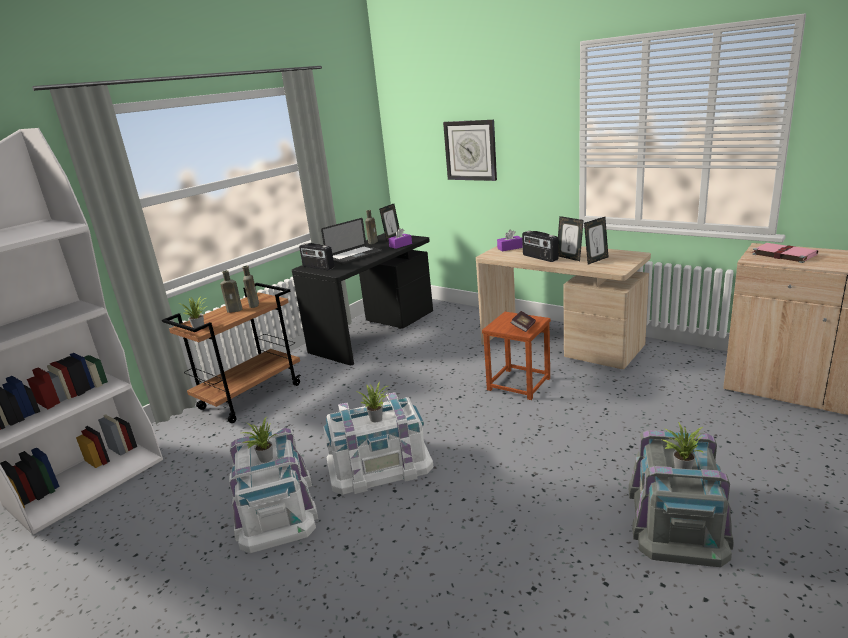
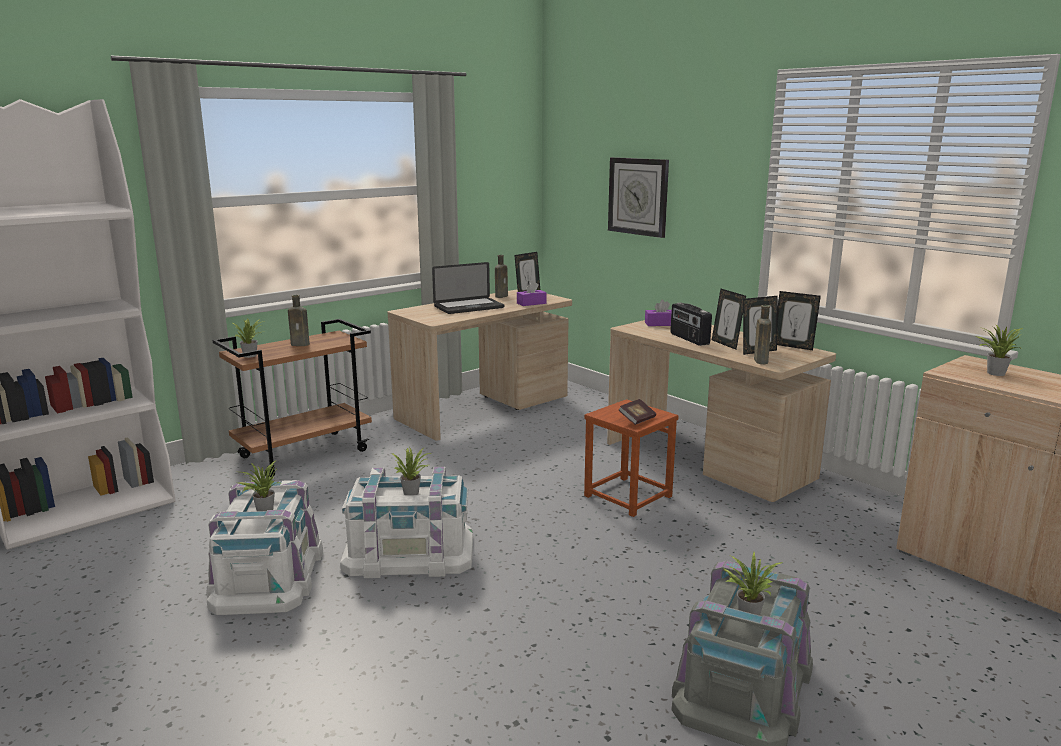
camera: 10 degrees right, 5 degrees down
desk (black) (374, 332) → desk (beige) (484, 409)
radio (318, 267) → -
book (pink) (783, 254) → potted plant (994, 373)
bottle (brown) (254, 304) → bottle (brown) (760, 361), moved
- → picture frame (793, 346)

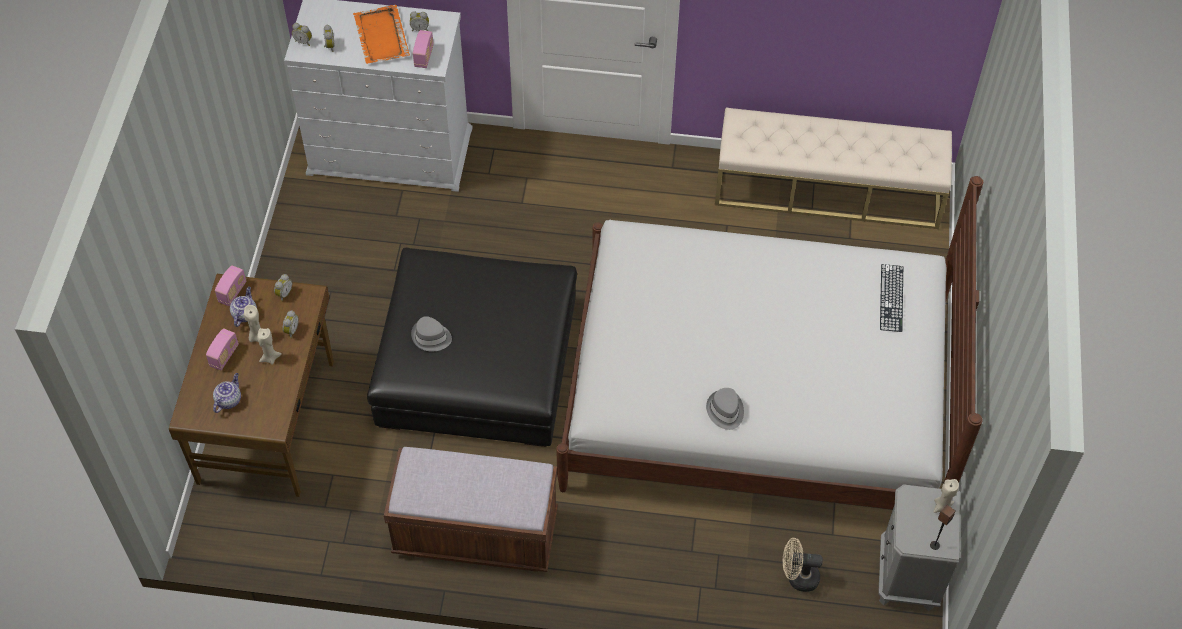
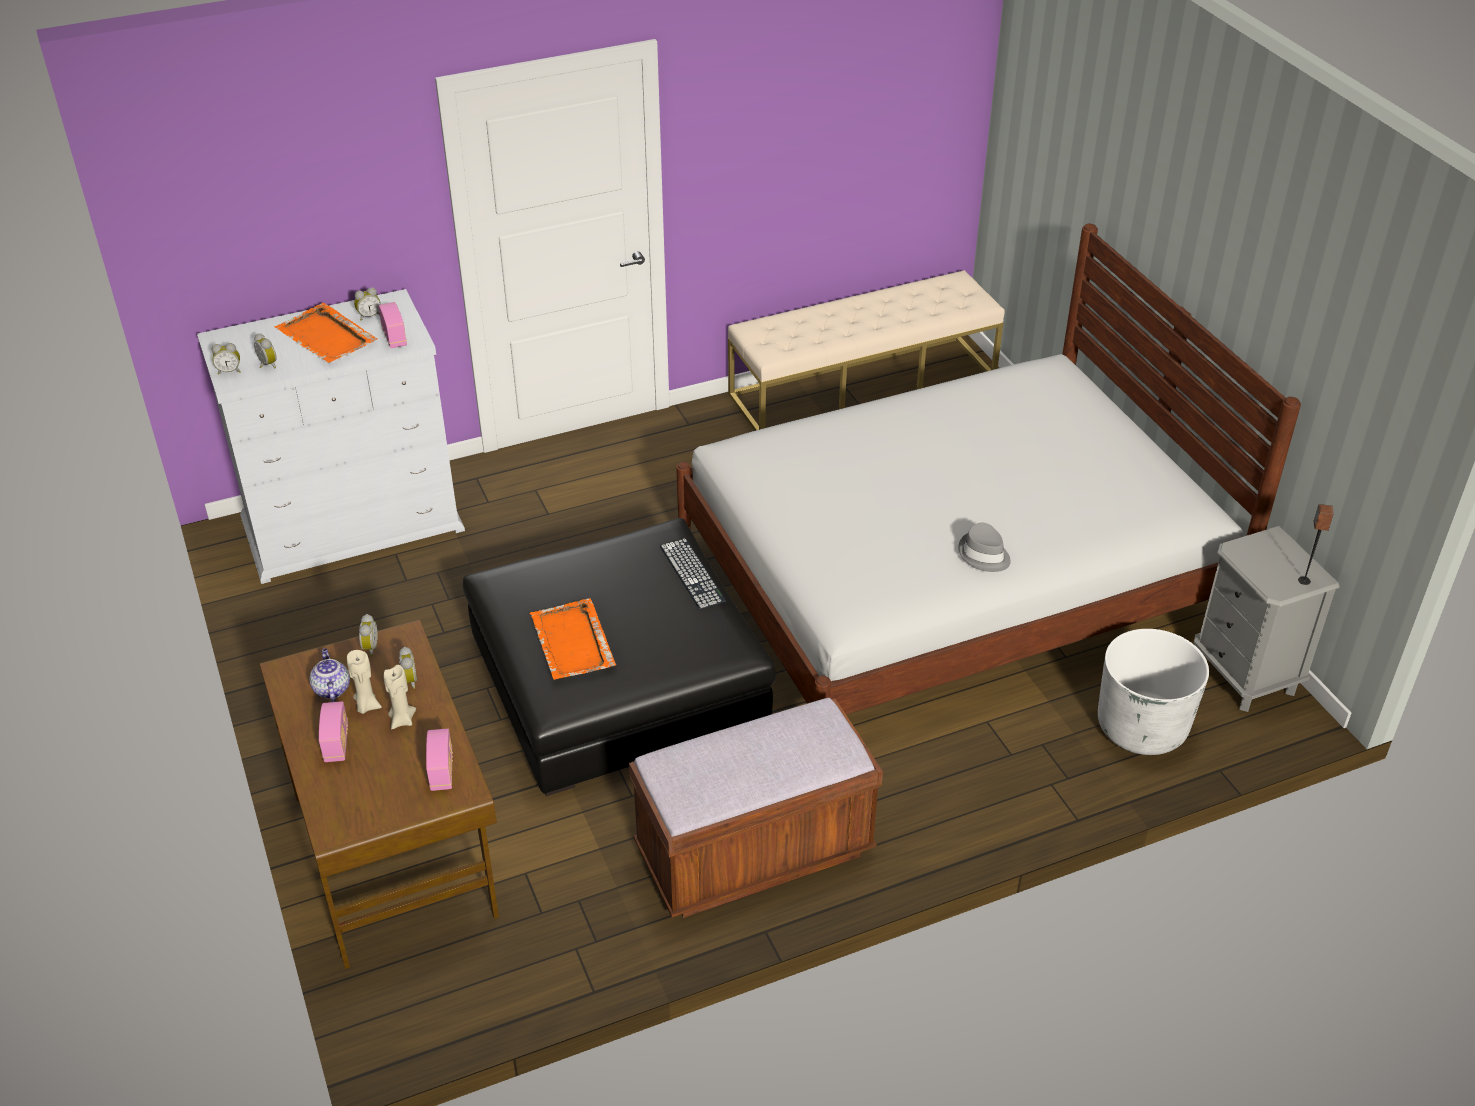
camera: 30 degrees left, 15 degrees down
keyboard (891, 298) → keyboard (692, 573), moved
radio (232, 292) → radio (442, 771), moved
hat (grey) (431, 337) → tray (orange) (572, 643)
teapot (228, 400) → -
candle (beige) (942, 507) → -
fan (beige) (798, 577) → planter (white) (1141, 727)

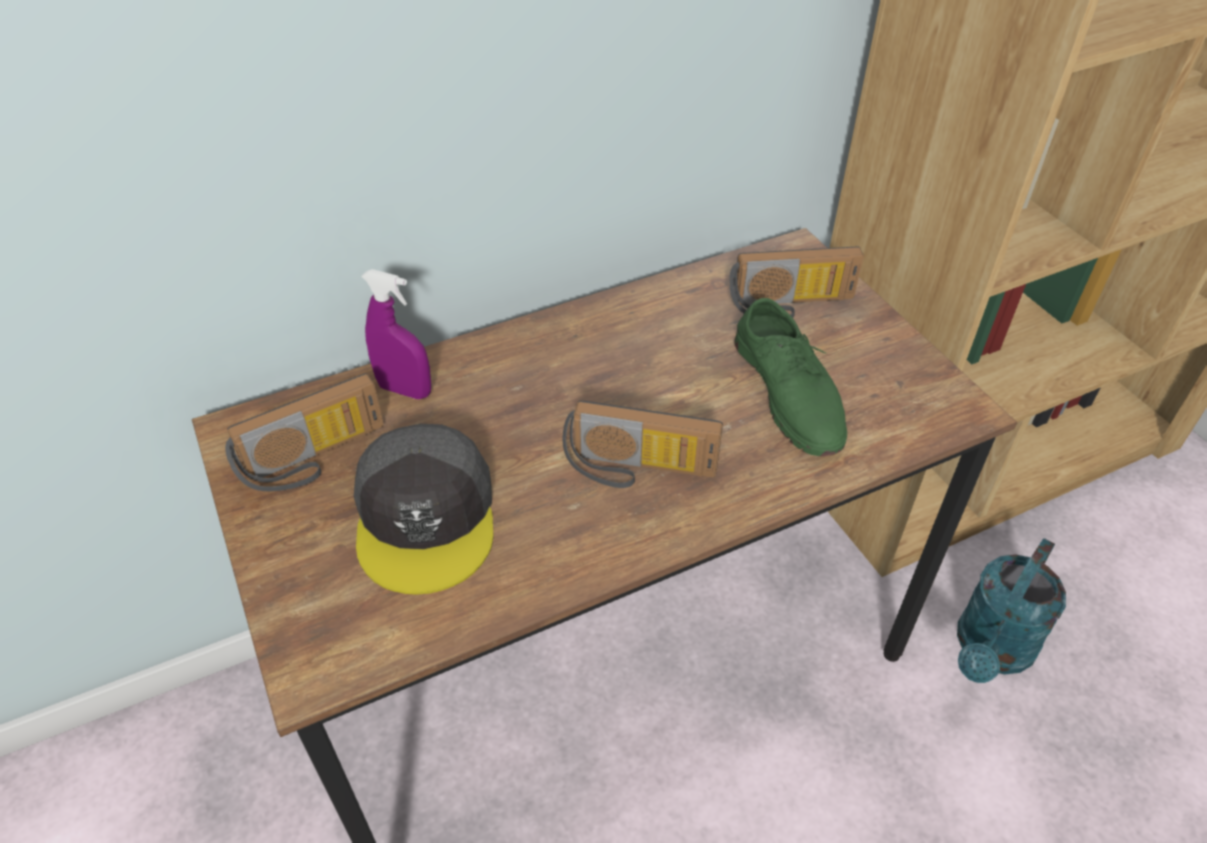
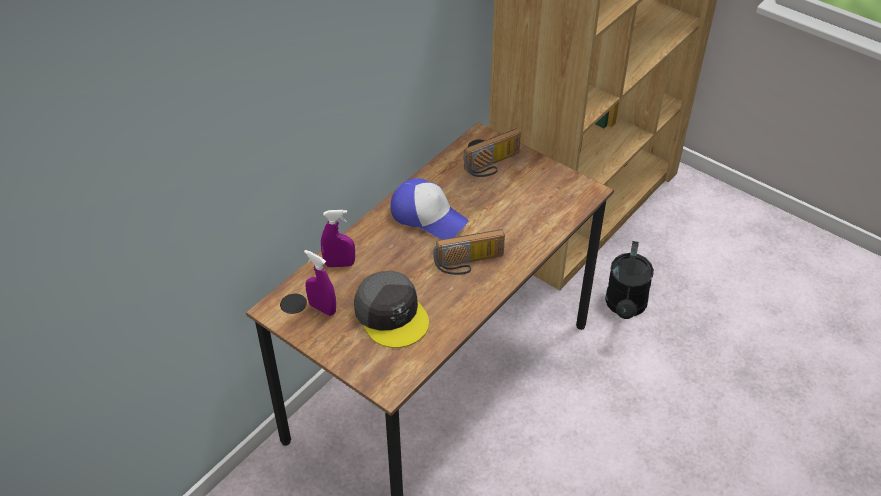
camera: 25 degrees left, 0 degrees up
shoe (green) (789, 391) → -
radio (315, 459) → spray bottle (purple) (322, 308)
watering can (turquoise) (990, 650) → watering can (black) (625, 307)
- → cap (428, 216)

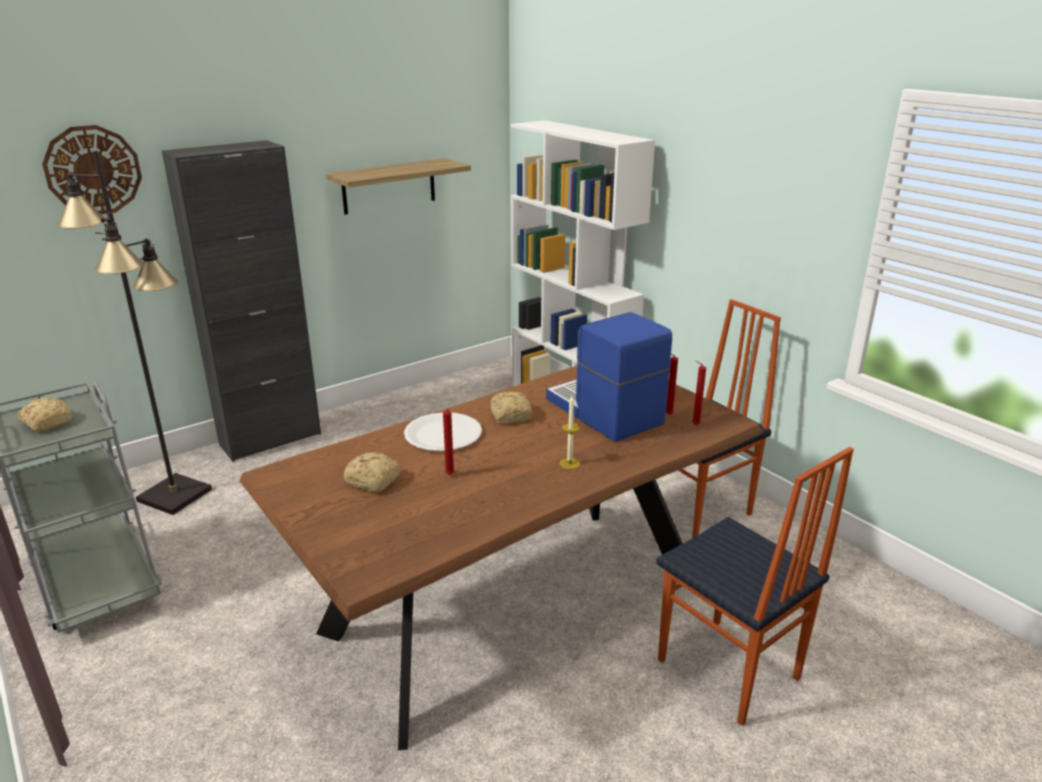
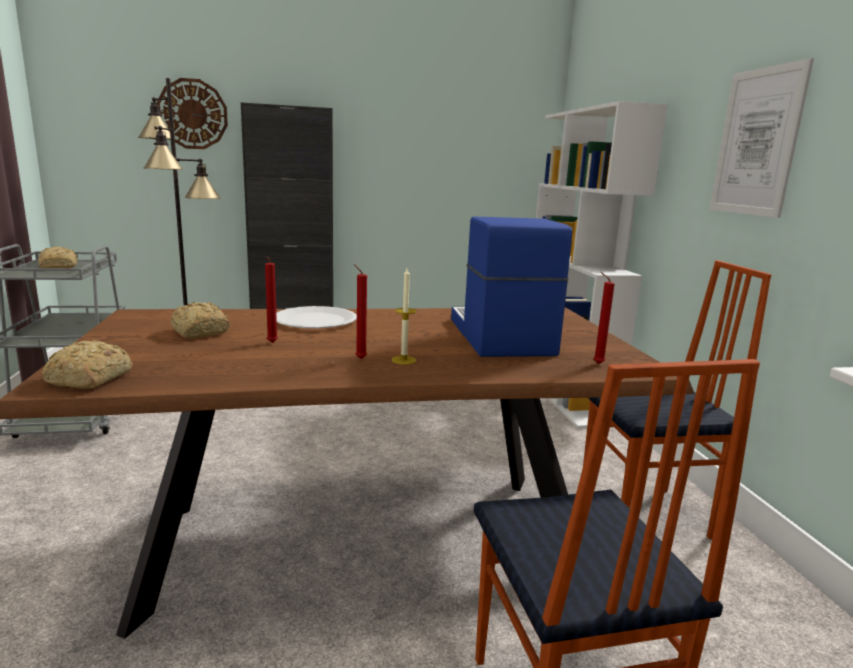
camera: 25 degrees right, 10 degrees down
shelf (389, 186) → -
candle (red) (667, 415) → candle (red) (359, 358), moved
bread (510, 416) → bread (88, 380), moved
- → picture (757, 142)

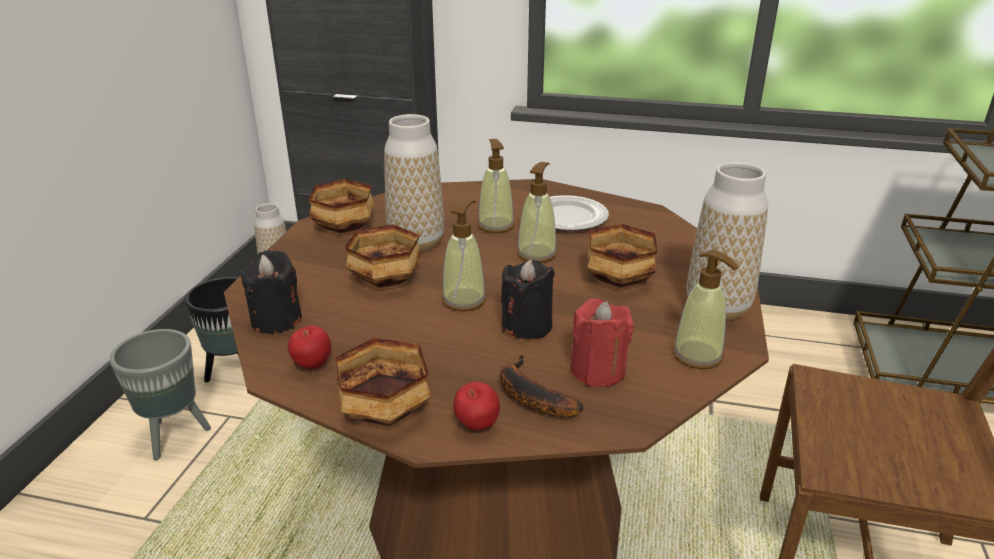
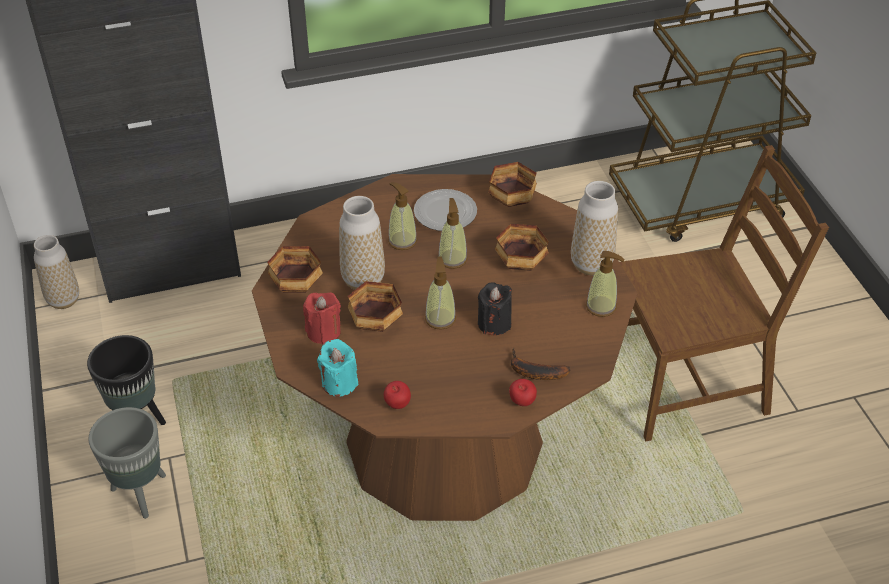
camera: 30 degrees left, 15 degrees up
candle (black) (276, 320) → candle (turquoise) (339, 383)
candle (red) (598, 370) → candle (red) (323, 332), moved
bowl (386, 411) → bowl (511, 199), moved

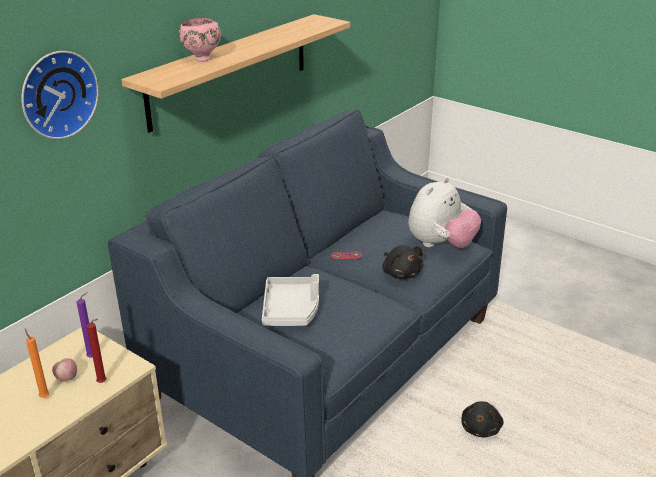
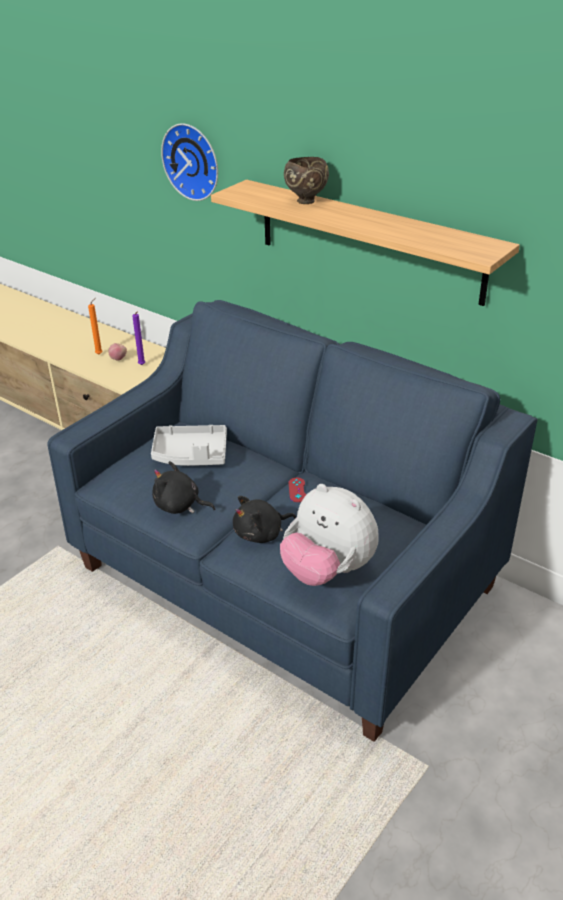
camera: 90 degrees right, 5 degrees up
bowl (pink) (201, 59) → bowl (brown) (306, 201)
candle (red) (103, 382) → -
plush toy (black) (481, 428) → plush toy (black) (179, 506), moved

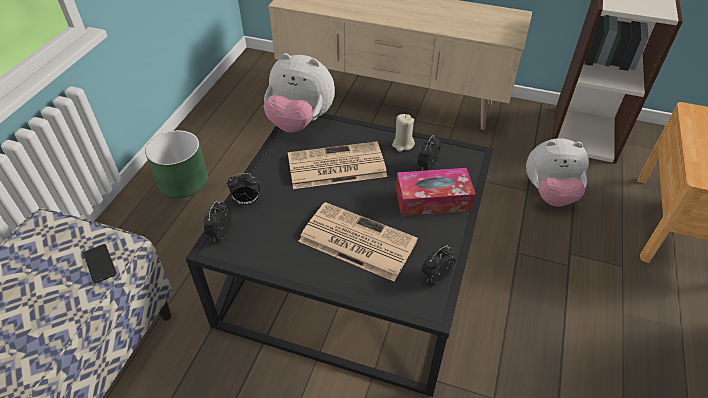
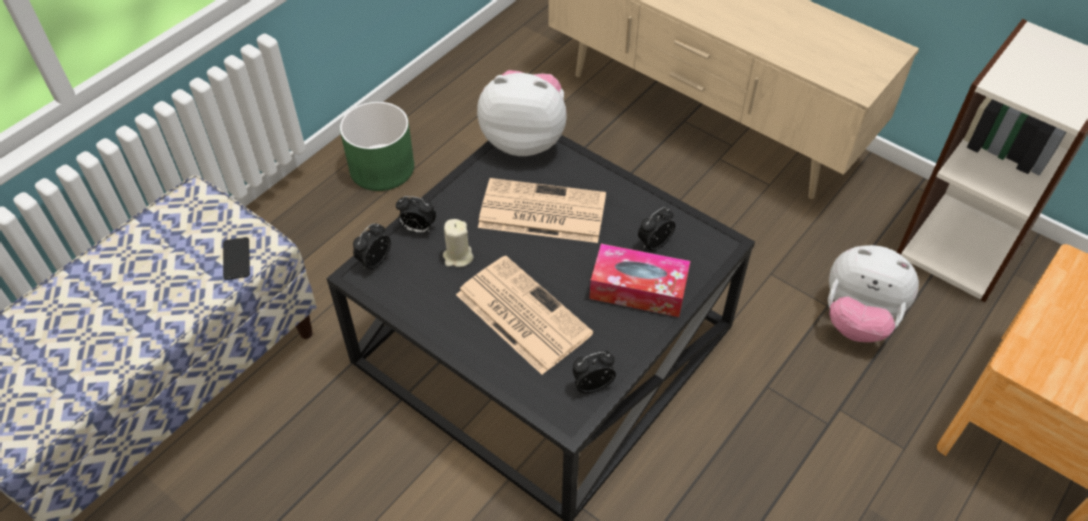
camera: 20 degrees right, 5 degrees up
plush toy (300, 122) → plush toy (524, 139), 150 degrees clockwise
candle (beige) (402, 144) → candle (beige) (458, 257), moved

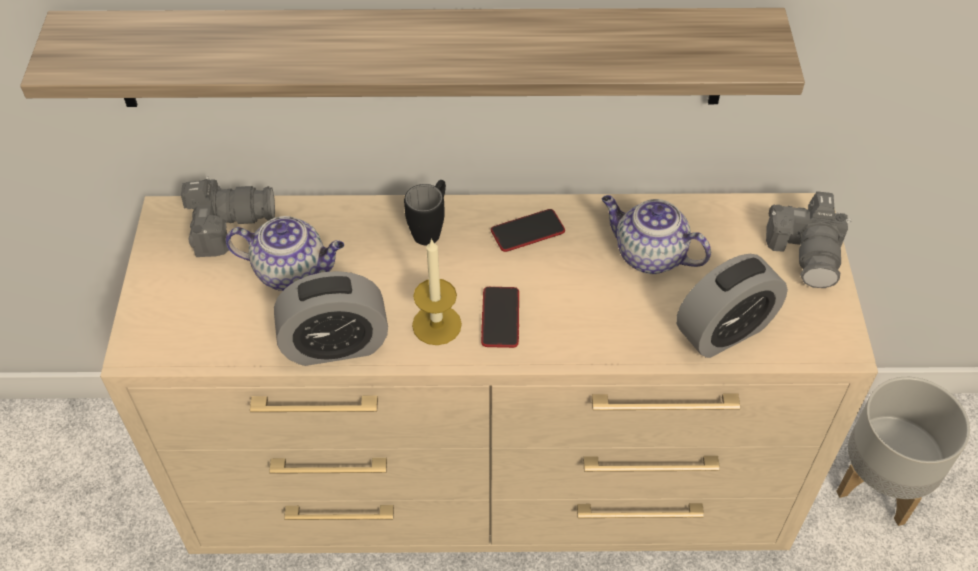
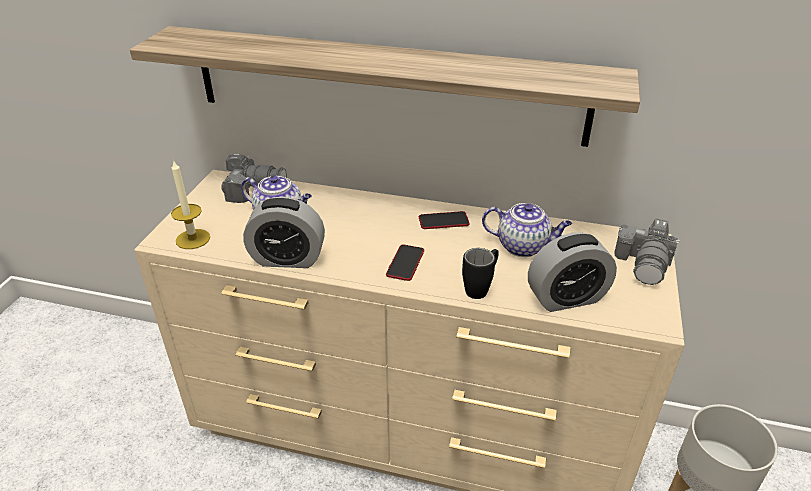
camera: 15 degrees right, 15 degrees down
mug (black) (431, 229) → mug (black) (481, 288), moved
teapot (648, 255) → teapot (523, 246), 150 degrees clockwise
candle (436, 325) → candle (193, 239), moved

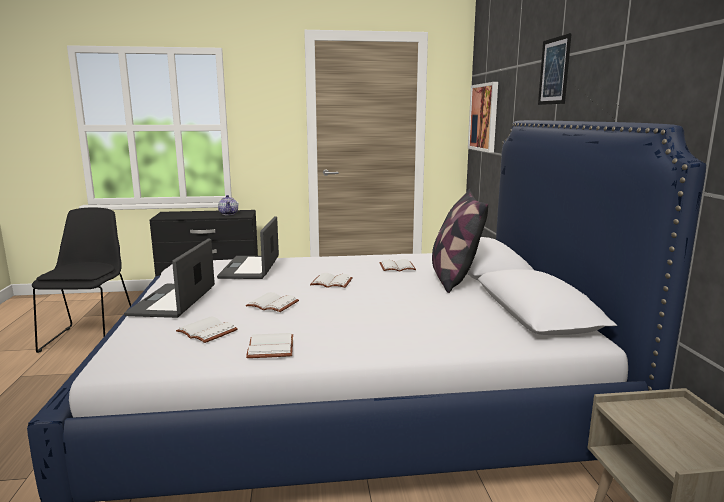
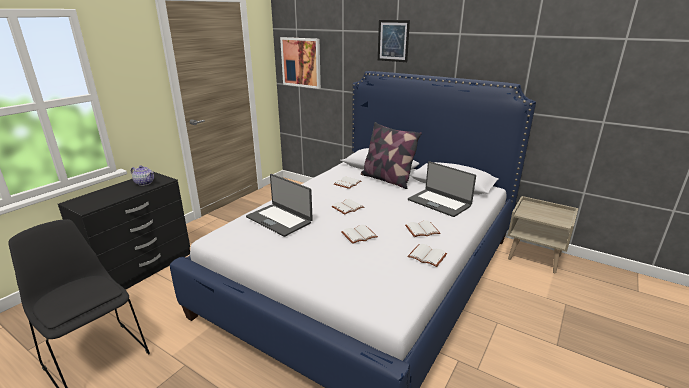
camera: 50 degrees left, 10 degrees up
laptop (174, 301) → laptop (439, 203), moved
book (white) (205, 332) → book (white) (422, 230), moved

